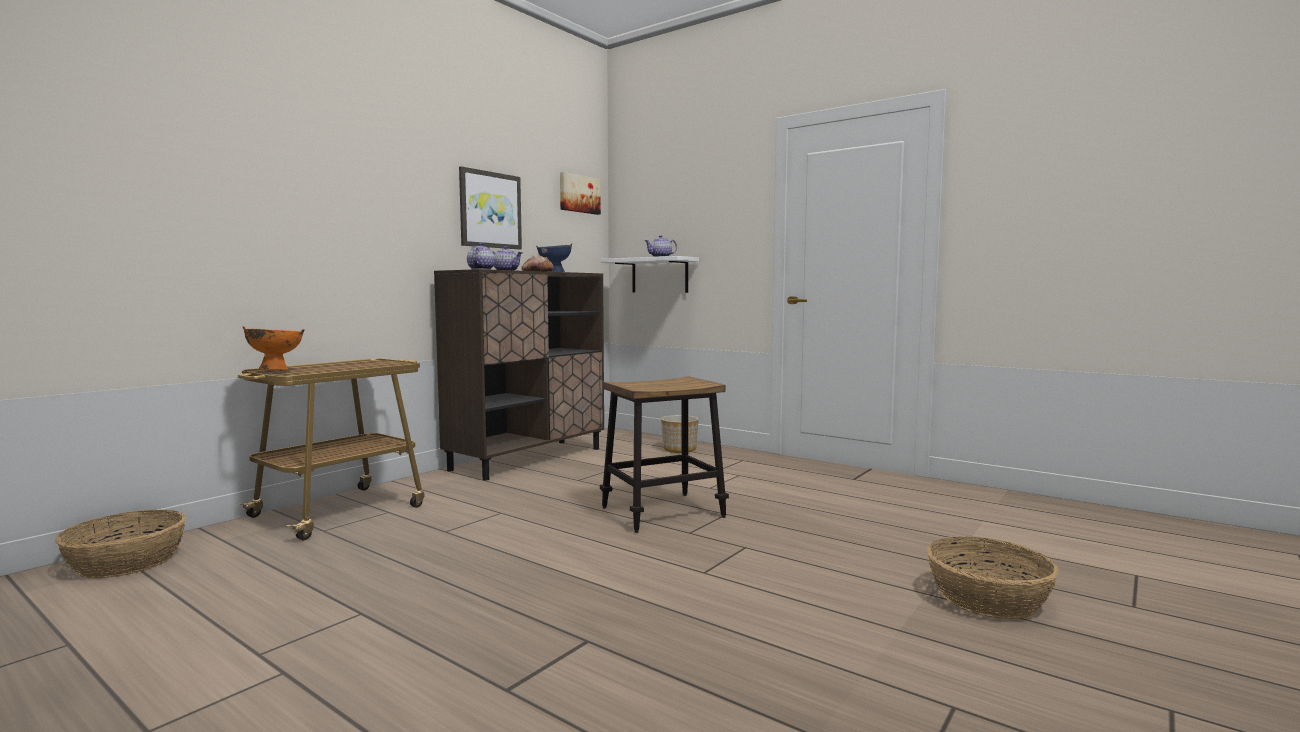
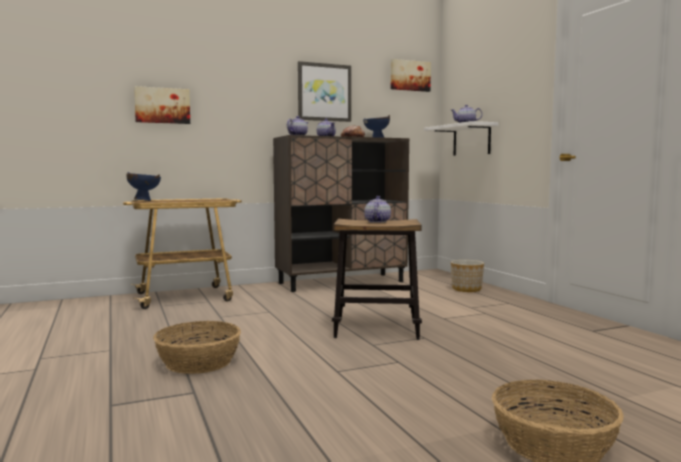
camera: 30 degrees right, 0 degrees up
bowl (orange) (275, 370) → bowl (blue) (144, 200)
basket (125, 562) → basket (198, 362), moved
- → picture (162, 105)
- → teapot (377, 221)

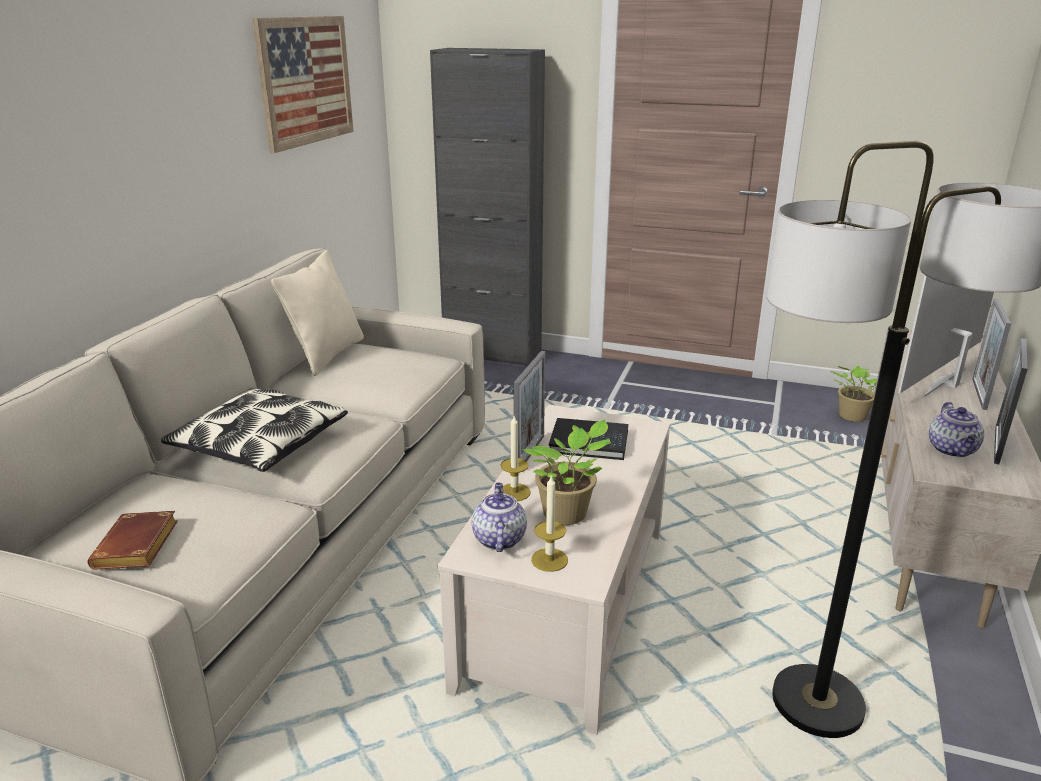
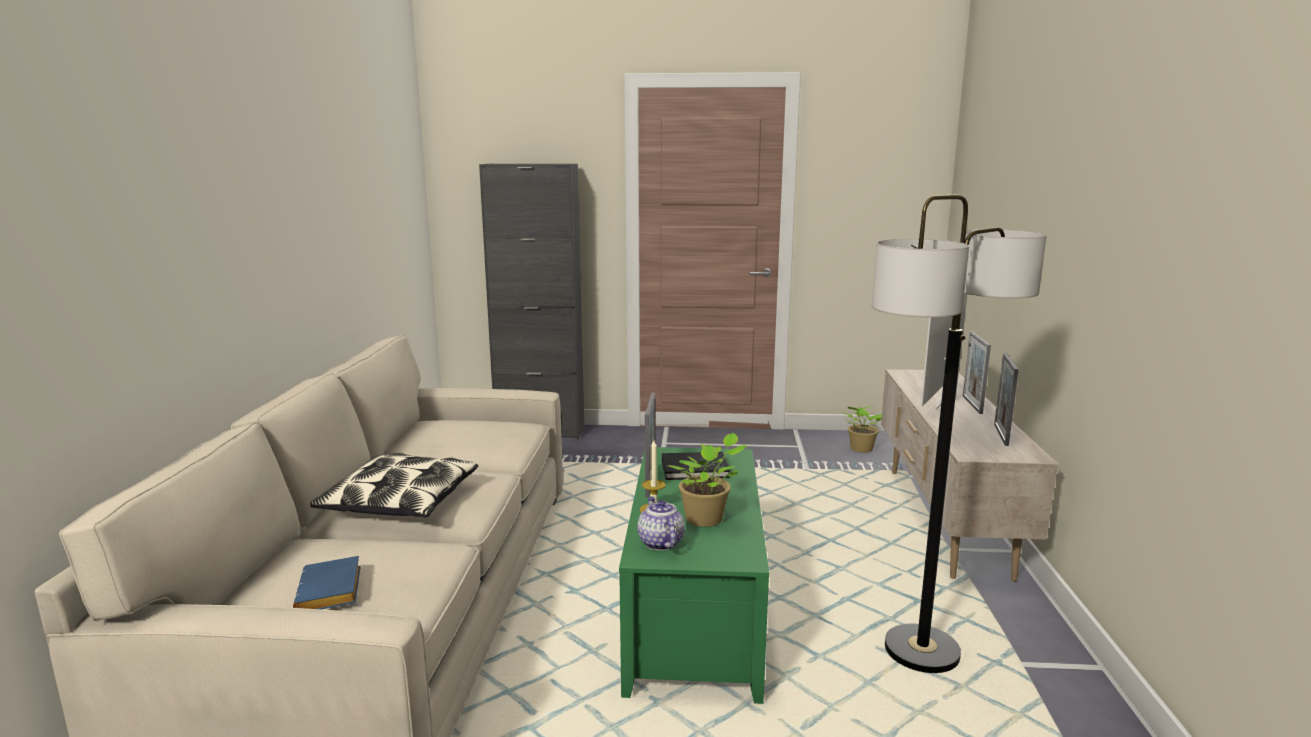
camera: 15 degrees left, 10 degrees down
picture (306, 81) → -
pillow (beige) (327, 355) → -
teapot (952, 450) → -
coffee table (beige) (566, 604) → coffee table (green) (694, 614)
candle (549, 560) → -
book (brown) (138, 548) → book (blue) (332, 592)

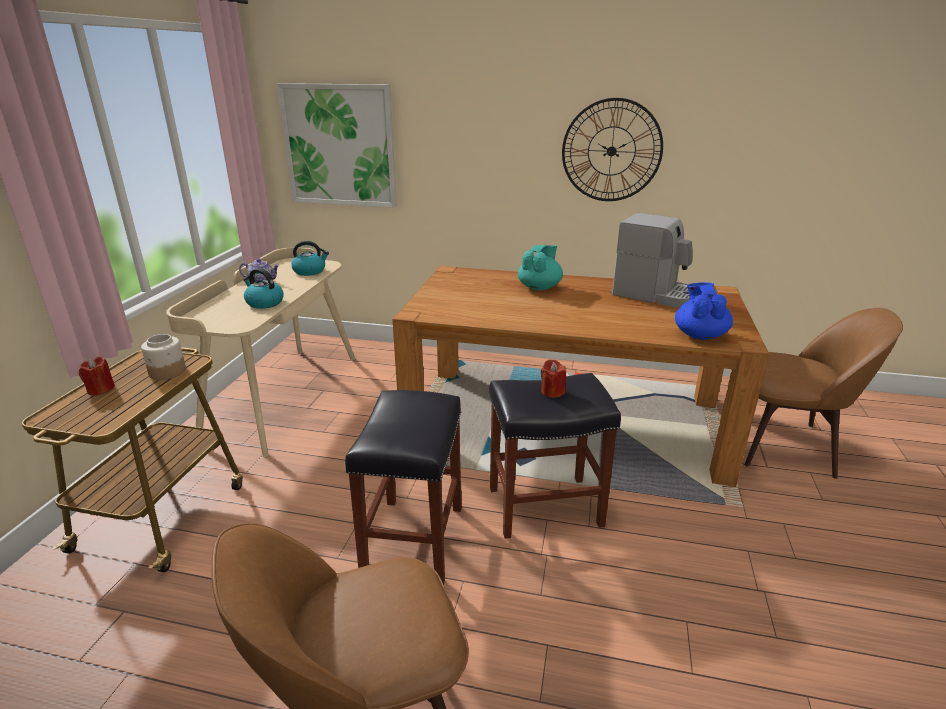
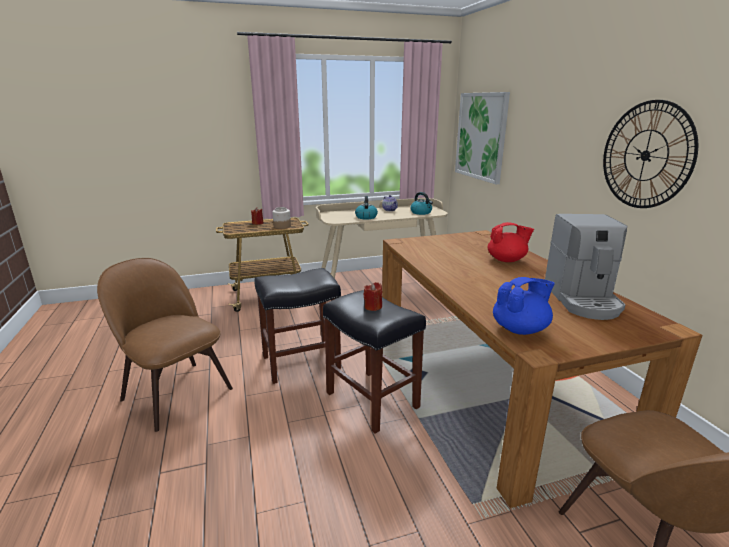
camera: 60 degrees right, 5 degrees down
teapot (turquoise) (539, 287) → teapot (red) (507, 260)

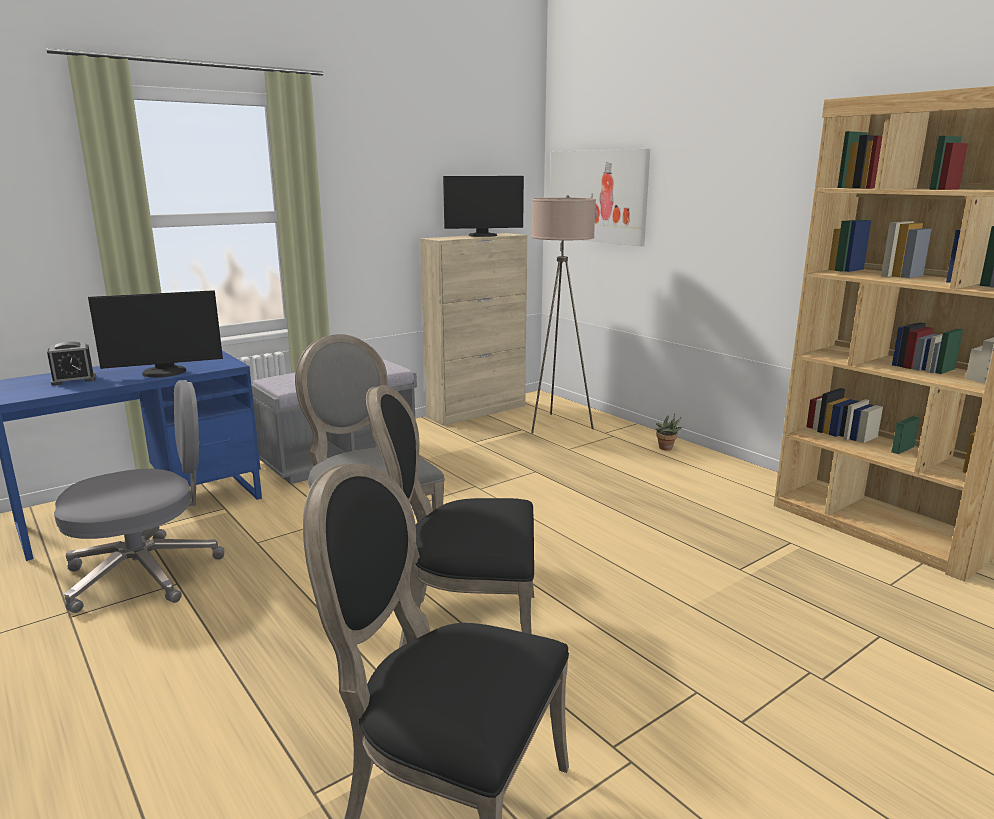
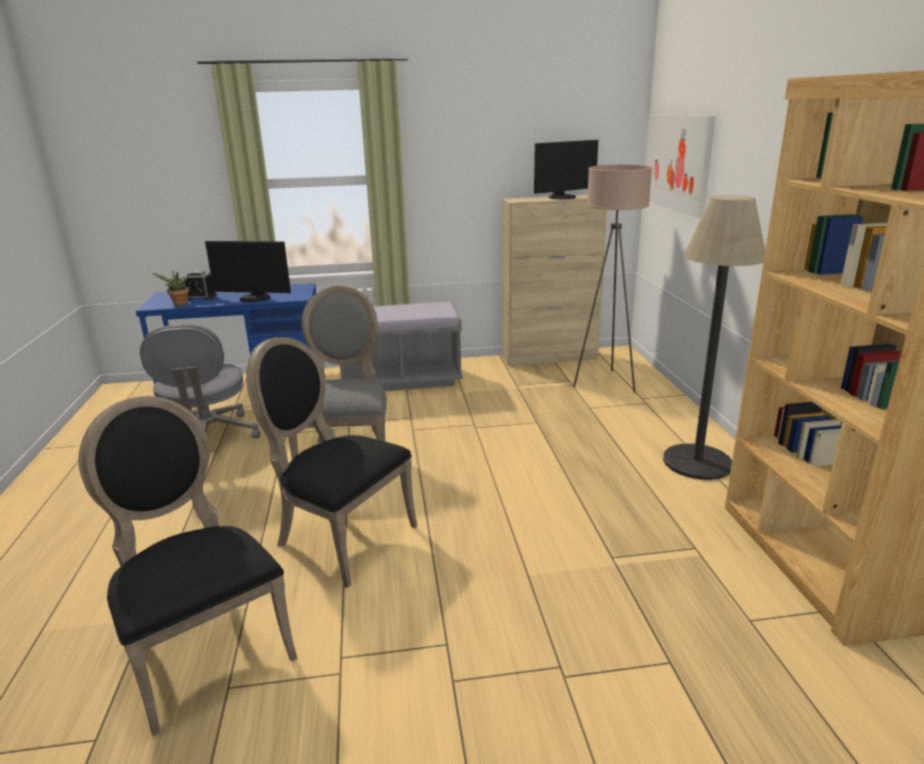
camera: 30 degrees right, 5 degrees up
monitor (483, 235) → monitor (563, 197), 45 degrees counterclockwise
office chair (grey) (147, 573) → office chair (grey) (208, 438), 75 degrees clockwise
potted plant (667, 448) → potted plant (180, 305), moved
- → floor lamp (697, 462)

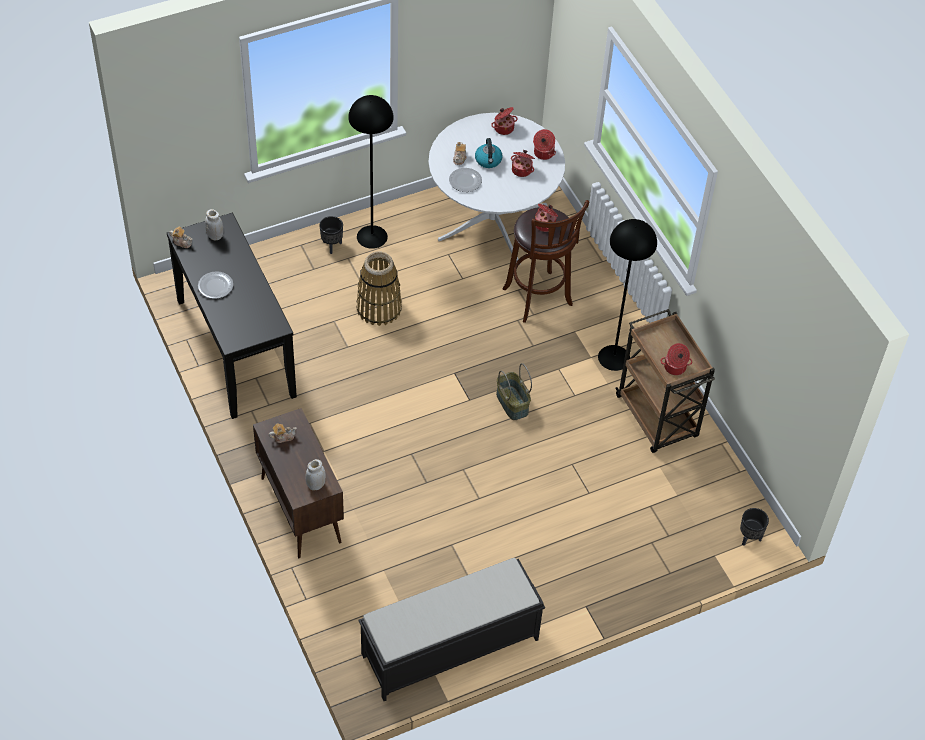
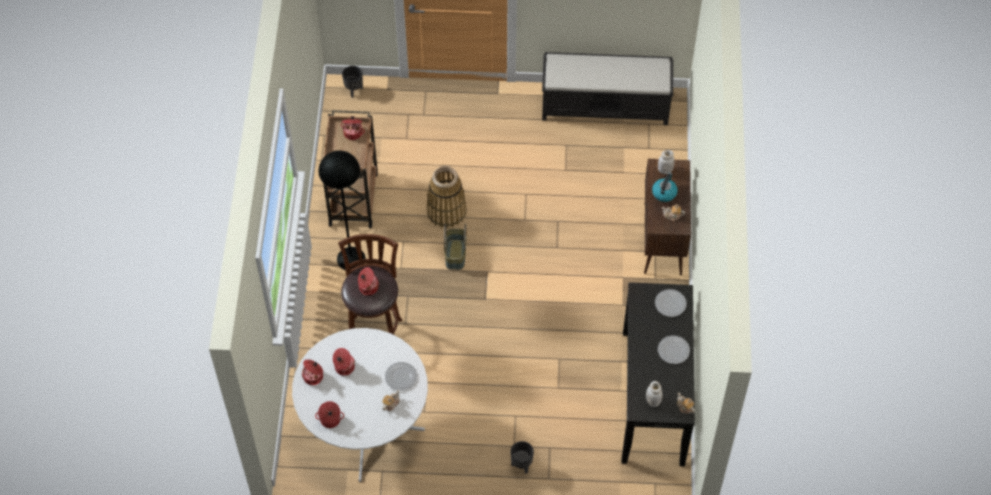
camera: 150 degrees left, 5 degrees up
floor lamp (black) (372, 236) → -
kettle (488, 160) → kettle (664, 192), moved
basket (379, 308) → basket (446, 211), moved
- → plate (671, 303)

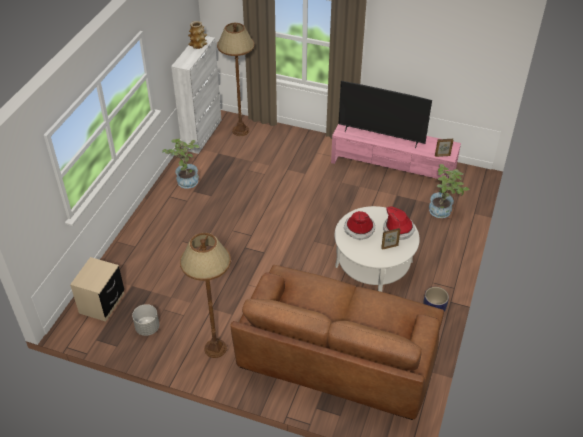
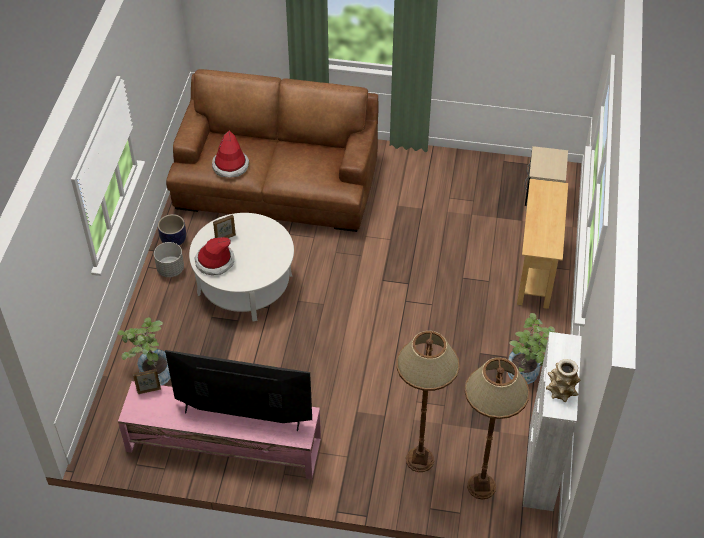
camera: 170 degrees right, 5 degrees up
hat (359, 229) → hat (230, 166), moved
floor lamp (brown) (215, 348) → floor lamp (brown) (420, 460), moved
planter (grey) (147, 328) → planter (grey) (170, 269), moved
- → console table (beige) (535, 272)

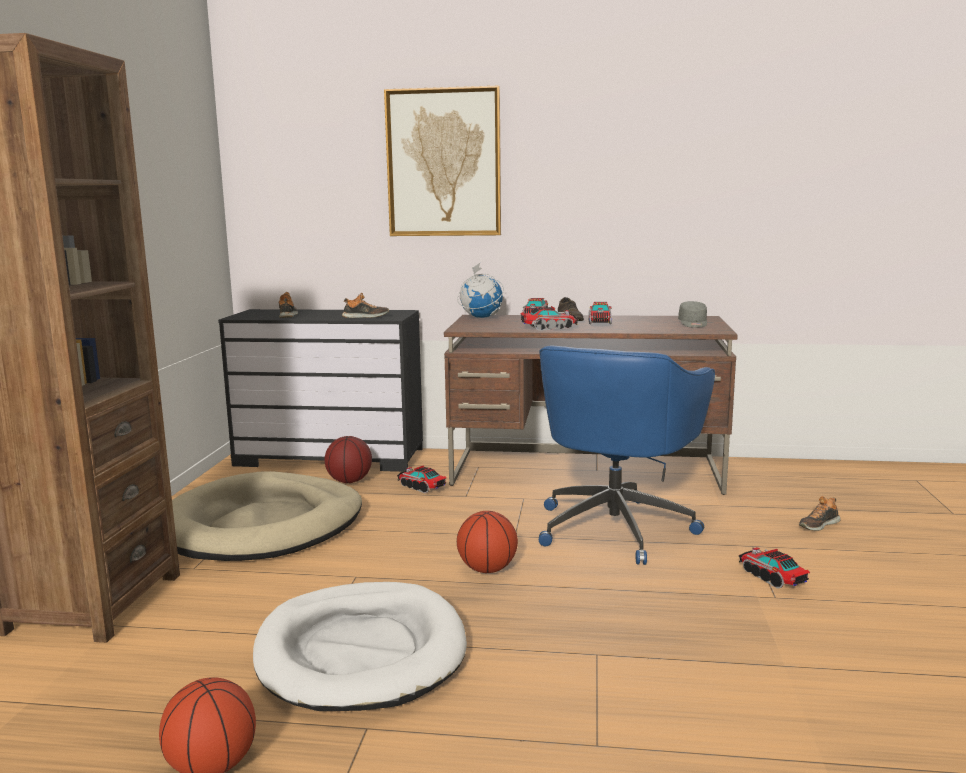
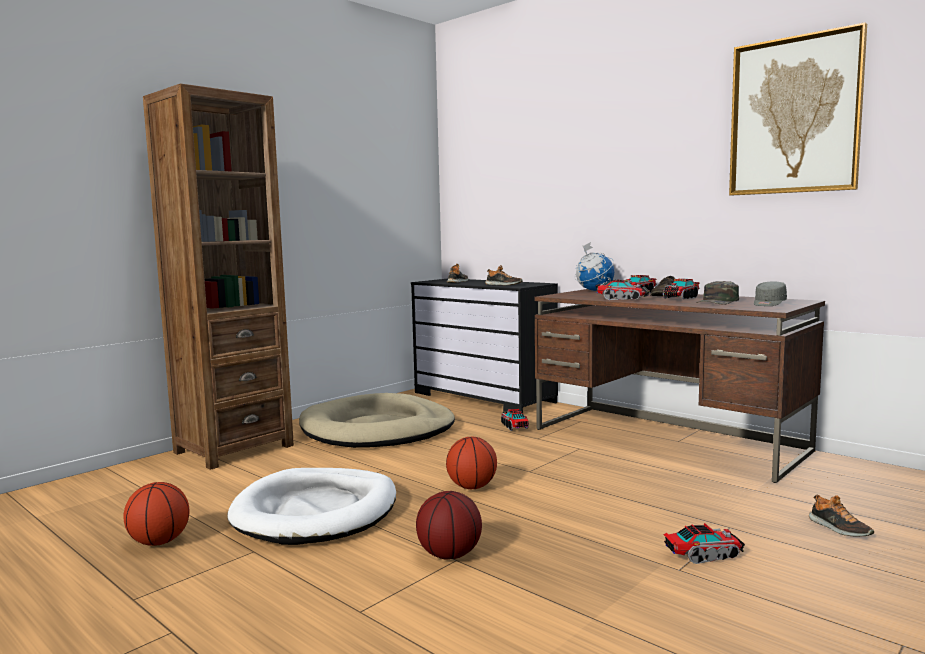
camera: 35 degrees right, 5 degrees down
picture (444, 163) → picture (794, 116), moved
office chair (blue) (616, 526) → -
basketball (350, 481) → basketball (450, 555), moved
shoe (818, 525) → shoe (838, 528), 120 degrees counterclockwise
toy truck (772, 577) → toy truck (704, 555), 75 degrees clockwise
- → cap (green) (718, 302)

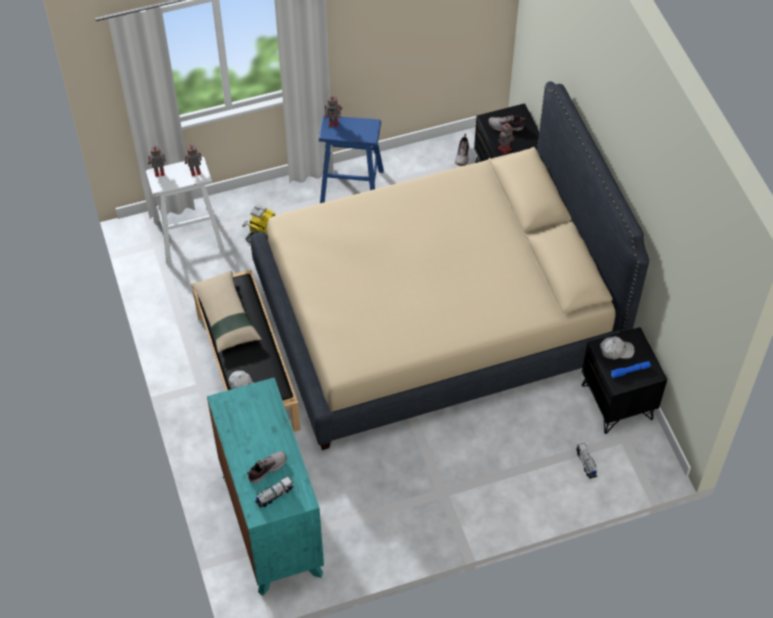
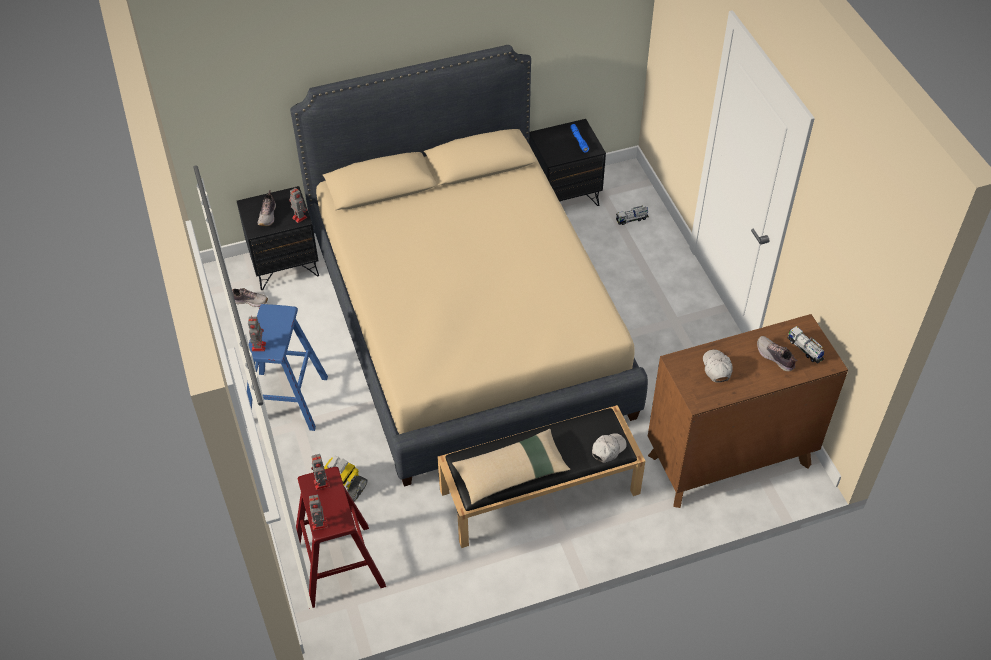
camera: 90 degrees left, 5 degrees down
stool (white) (188, 235) → stool (red) (339, 566)
cap (white) (616, 350) → cap (white) (716, 368), moved
dresser (turquoise) (271, 524) → dresser (brown) (729, 460)

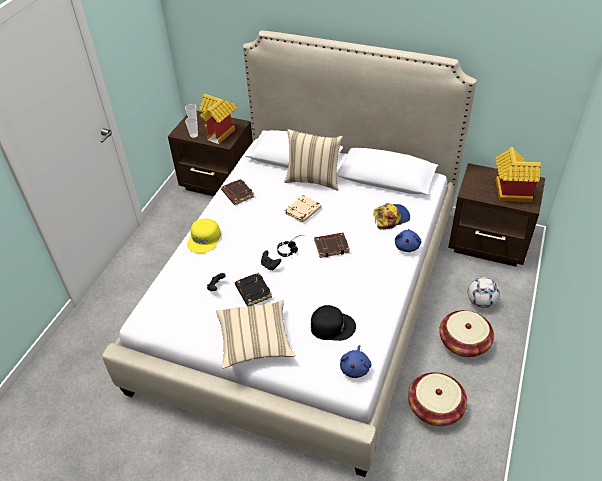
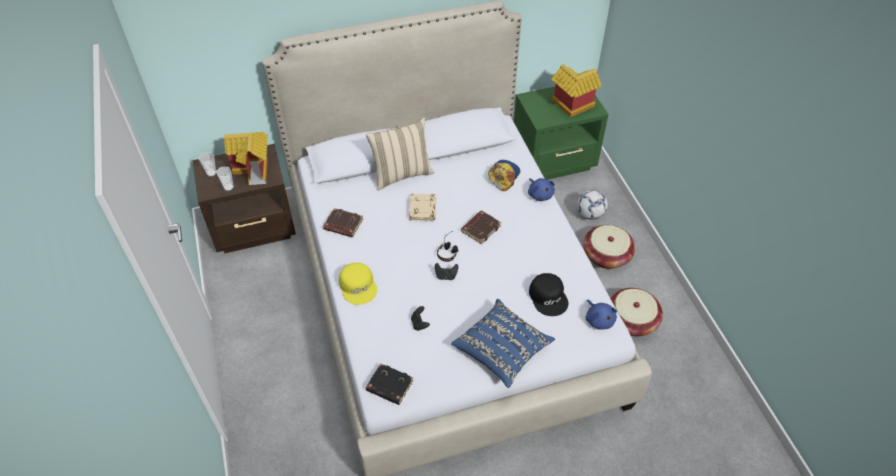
camera: 40 degrees left, 5 degrees up
nightstand (brown) (489, 245) → nightstand (green) (554, 162)
book (black) (252, 291) → book (black) (389, 386), moved
pillow (beige) (255, 341) → pillow (blue) (502, 349)
cap (black) (332, 326) → cap (black) (549, 297), 105 degrees clockwise

